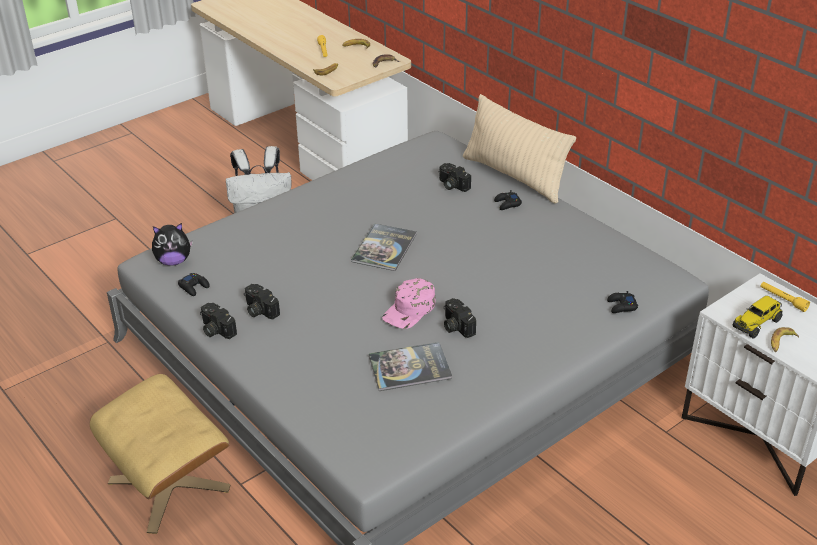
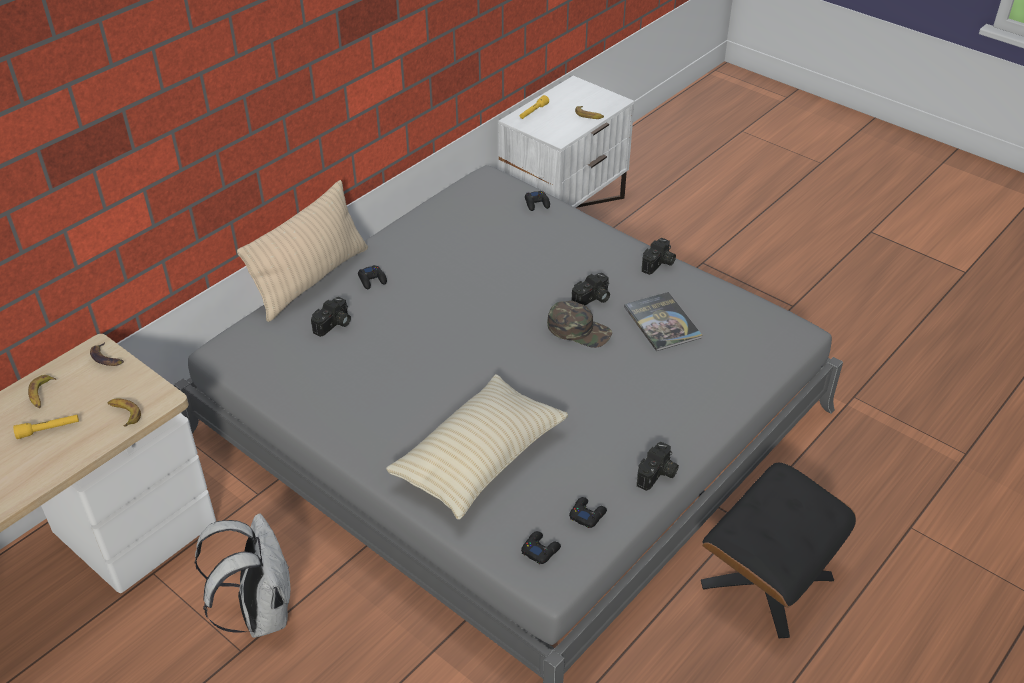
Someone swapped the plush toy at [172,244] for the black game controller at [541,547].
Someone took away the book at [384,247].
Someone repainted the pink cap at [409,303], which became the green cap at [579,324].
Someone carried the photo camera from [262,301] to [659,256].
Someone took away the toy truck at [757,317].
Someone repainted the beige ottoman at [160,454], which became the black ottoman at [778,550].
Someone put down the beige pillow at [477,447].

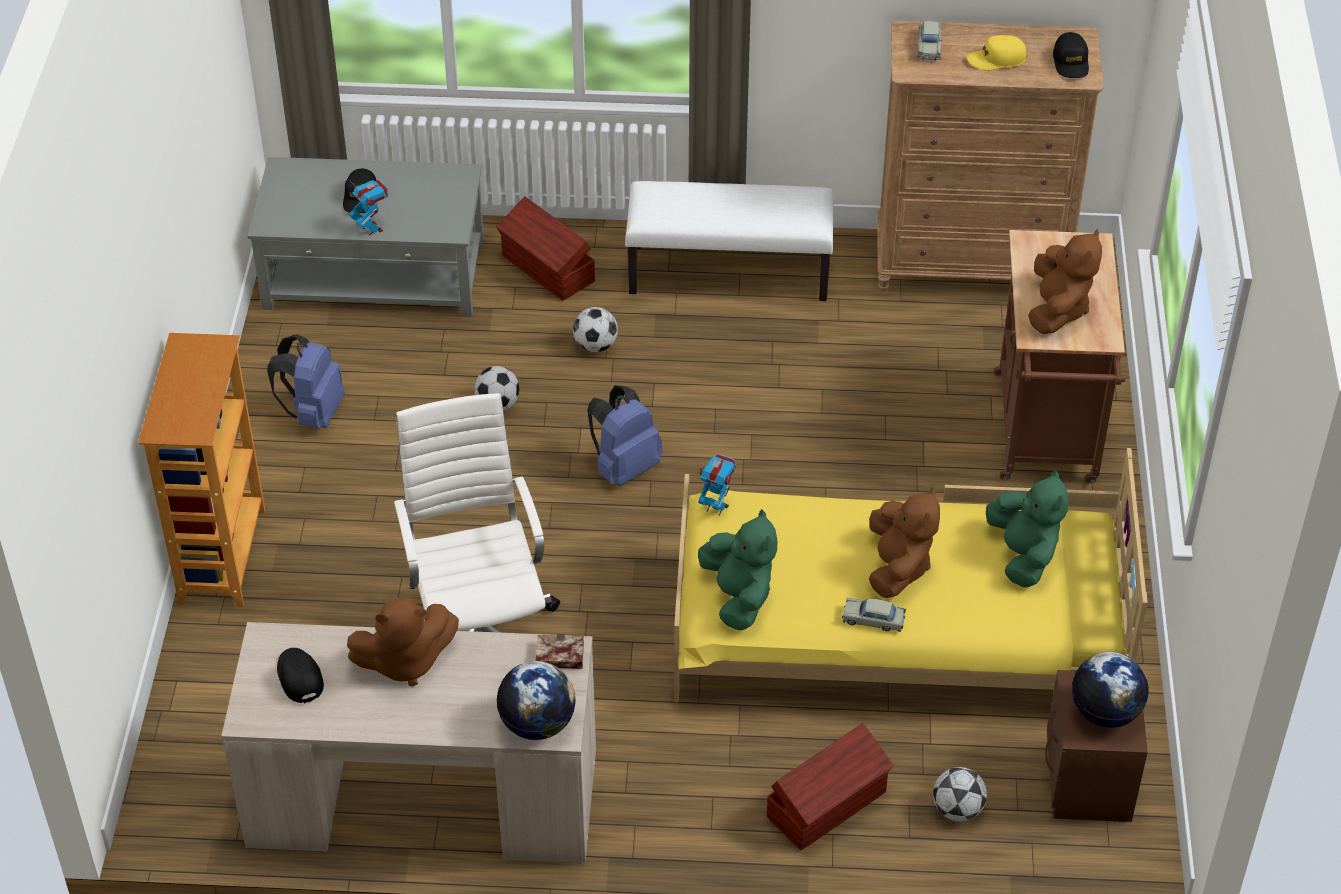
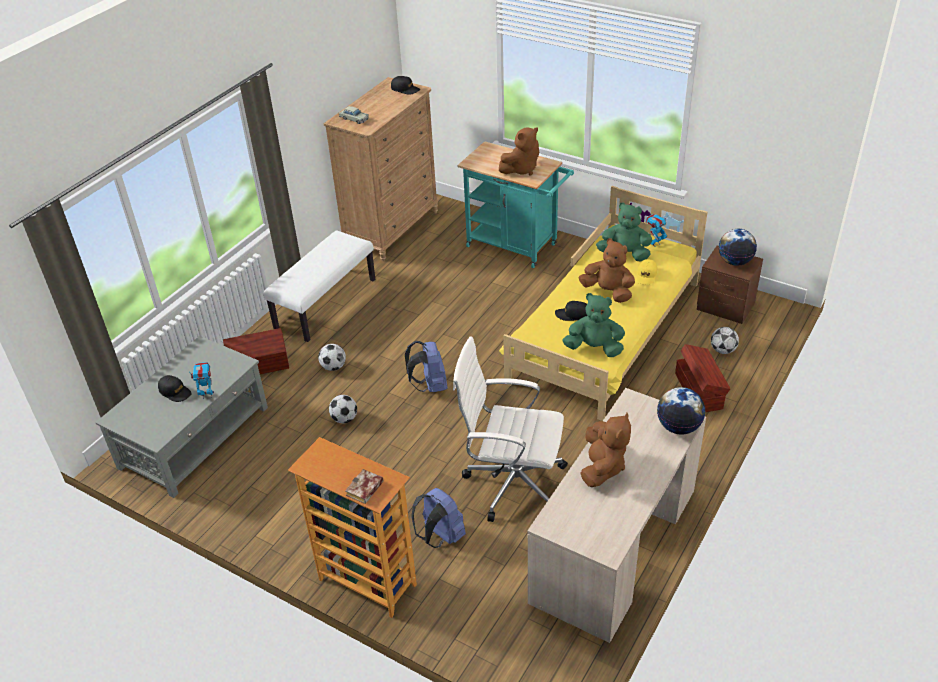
Someone carried the yellow cap from [997,53] to [646,272].
Someone rotated the brown plush toy at [1065,281] by 105 degrees clockwise.
Someone repainted the brown cart at [1060,357], which became the turquoise cart at [516,204].
Someone carried the blue backpack from [306,381] to [438,518].
Someone carried the toy robot from [717,485] to [656,230].
Someone took away the beige toy car at [874,615].
Someone carried the book from [559,651] to [364,486].
Someone carried the black cap from [300,676] to [571,311].

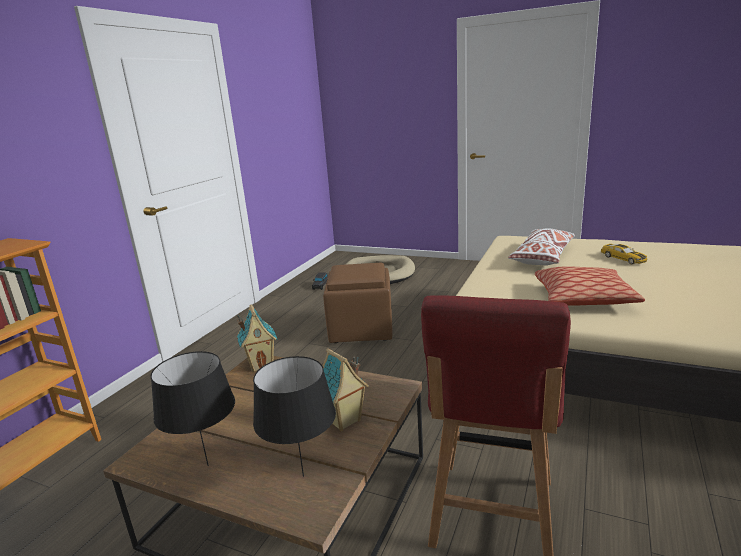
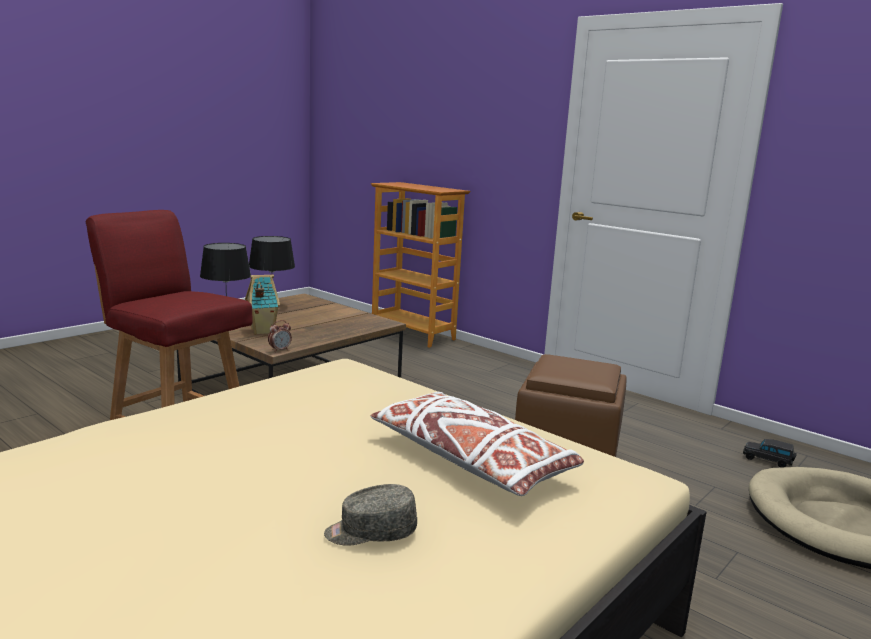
Someone swapped the toy car at [624,254] for the grey cap at [370,515].
Someone took away the pillow at [590,286].
Someone took away the toy house at [257,338].
Someone put down the alarm clock at [280,336].

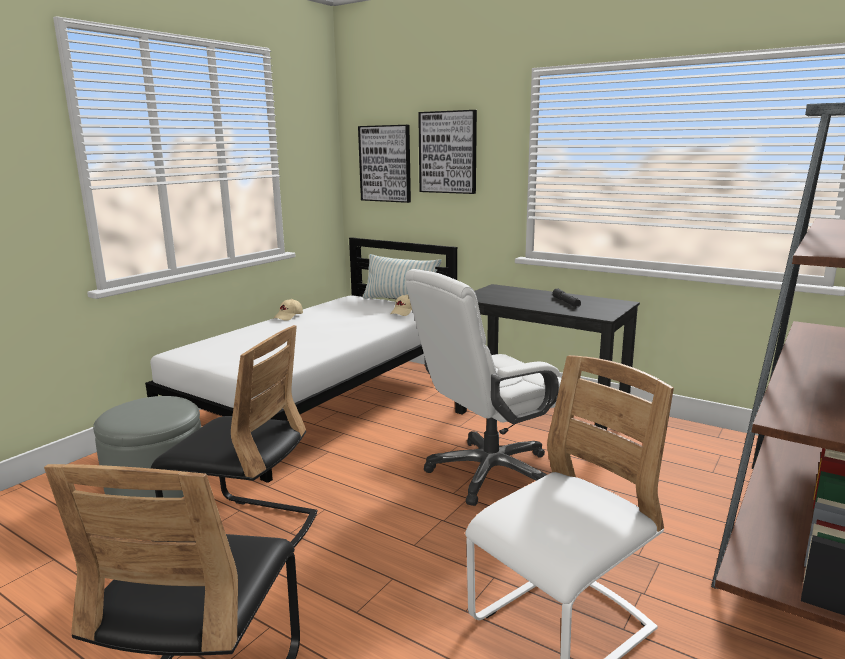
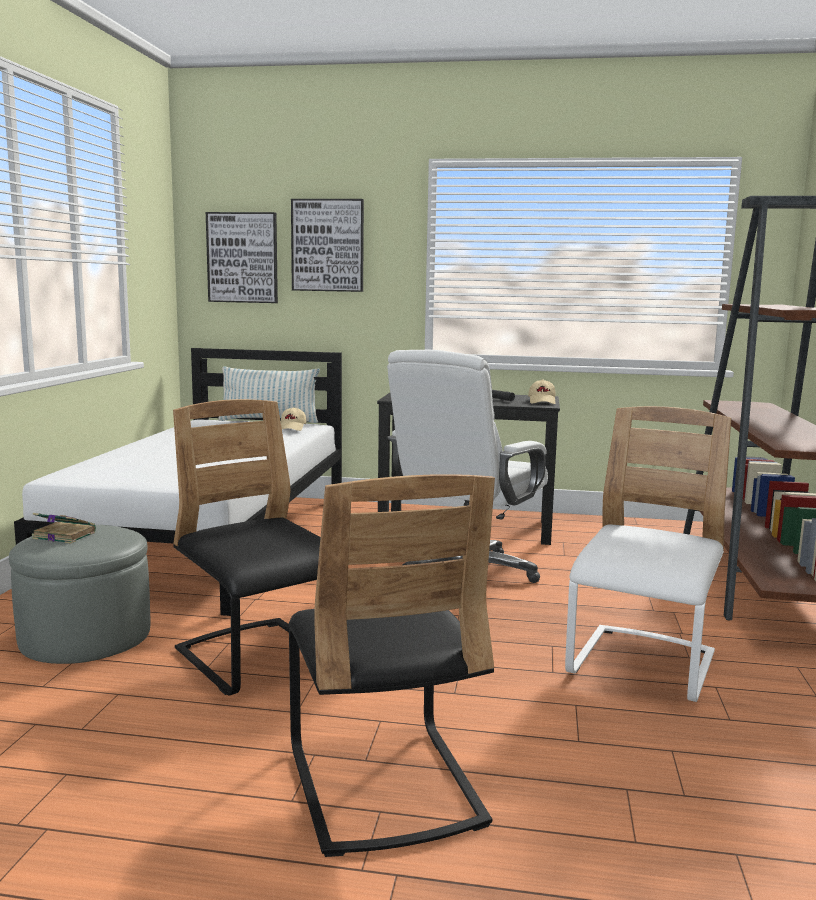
Someone carried the beige cap from [288,310] to [542,392].
Someone rotated the black chair at [234,436] by 120 degrees counterclockwise.
Someone put down the book at [64,528].

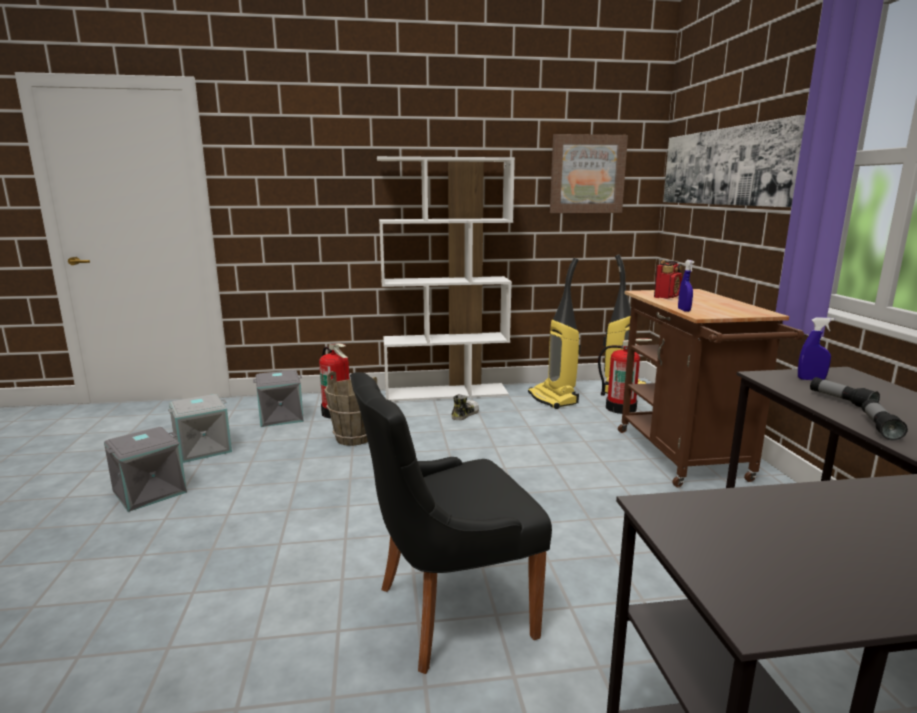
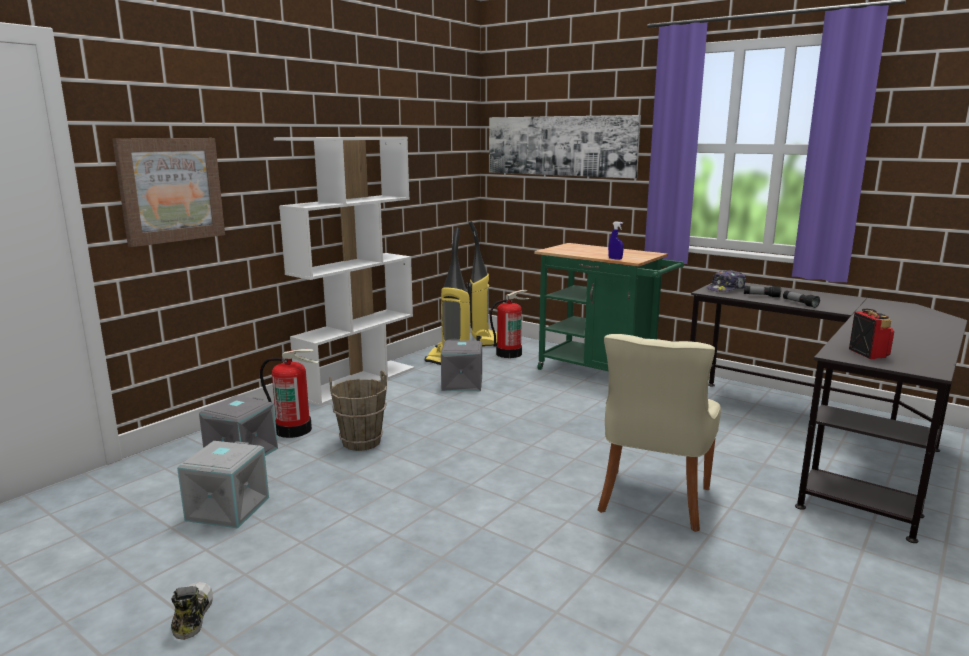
Someone carried the picture from [589,173] to [168,192].
Someone carried the radio from [668,279] to [871,334].
Someone repainted the brown cart at [711,388], which became the green cart at [609,307].
Someone swapped the blue spray bottle at [816,348] for the cap at [726,281].
Someone repainted the black chair at [451,523], which became the beige chair at [659,433].
Someone carried the shoe from [465,407] to [192,611].
Someone carried the grey storage box from [145,469] to [461,365].

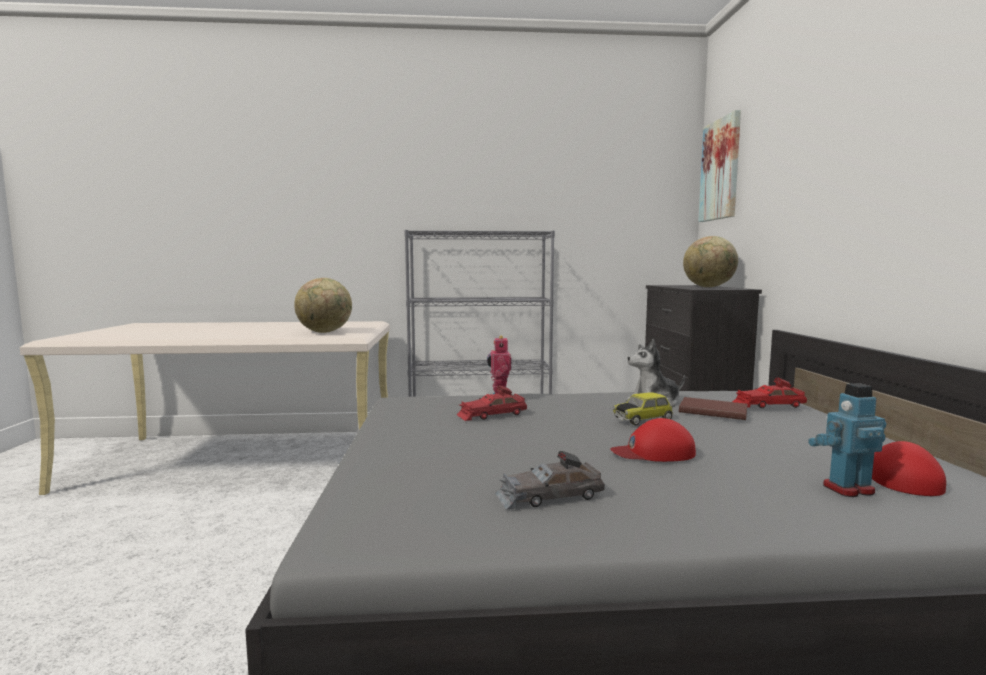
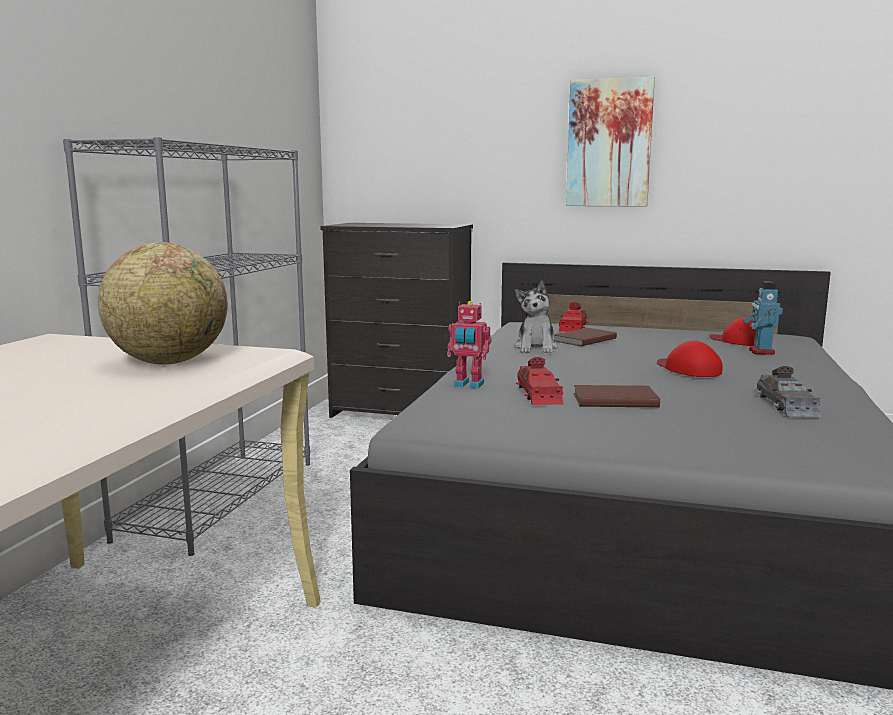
Someone carried the picture from [719,166] to [610,142].
Someone took away the globe at [710,261].
Someone took away the toy car at [643,408].
Someone rotated the red cap at [653,440] by 135 degrees clockwise.
Someone put down the brown book at [616,396].

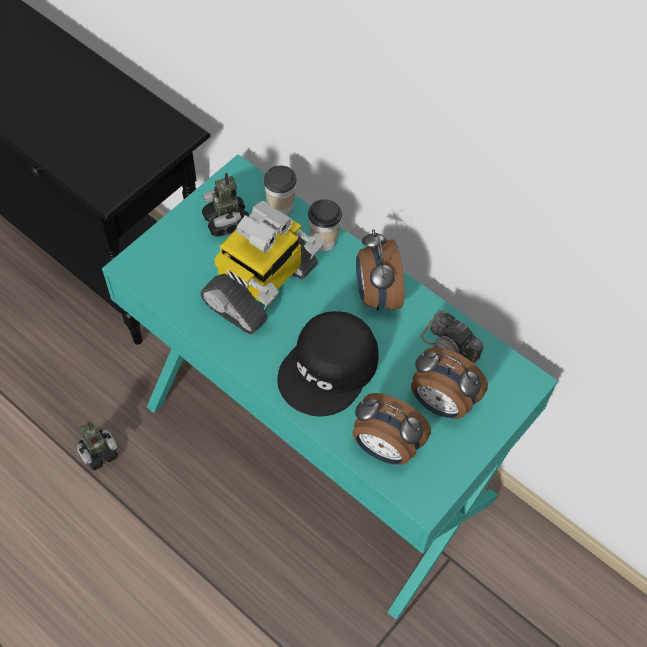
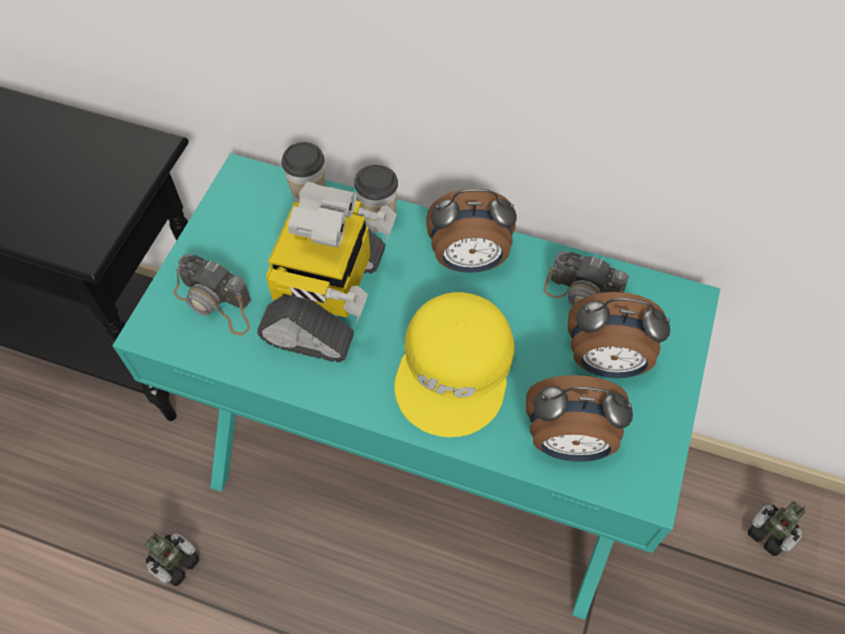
Someone carried the toy robot from [225,204] to [777,529].
Someone rotated the alarm clock at [380,270] by 60 degrees counterclockwise.
Someone repainted the black cap at [328,364], which became the yellow cap at [454,364].
Someone put down the photo camera at [212,294].

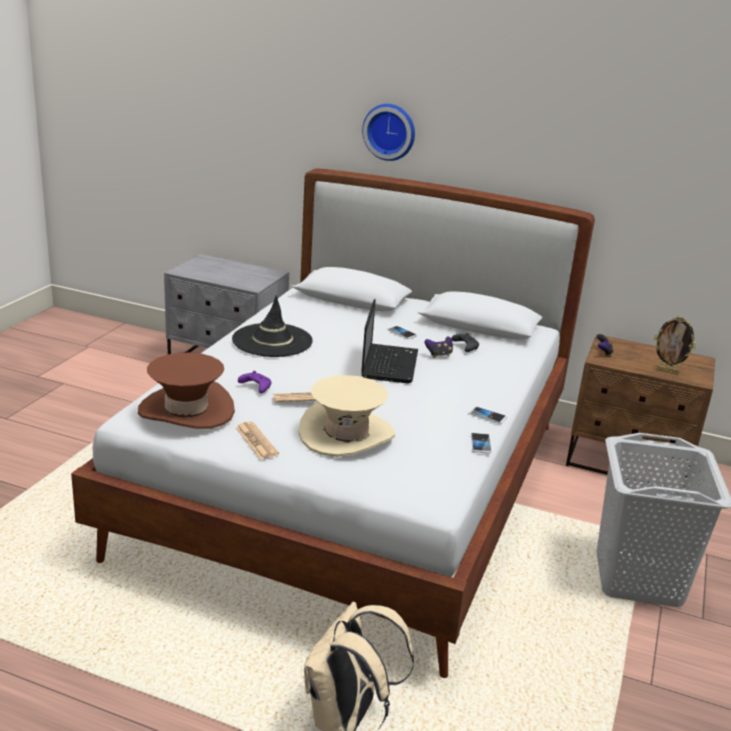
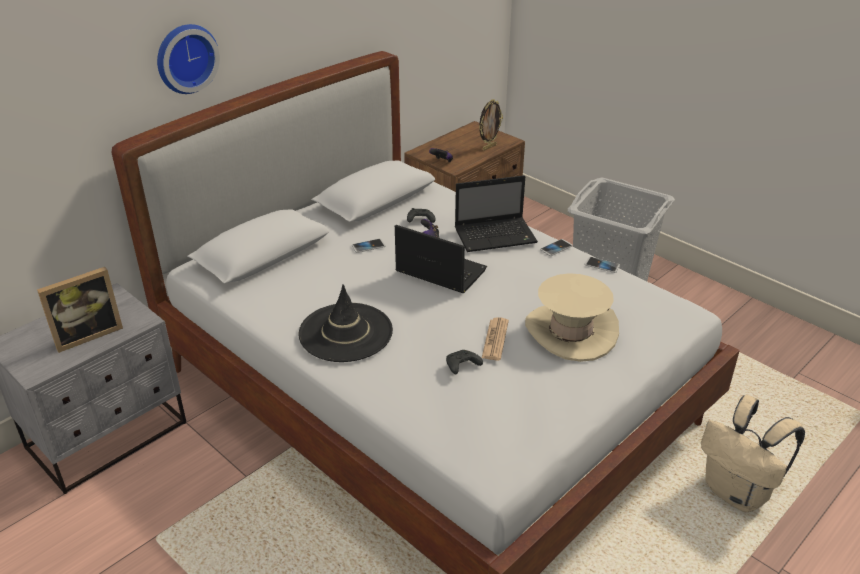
Someone took away the brown hat at [186,390].
Someone repainted the purple game controller at [255,382], which became the black game controller at [464,362].
Someone took away the newspaper at [257,440].
Someone put down the laptop at [496,213].
Someone put down the picture frame at [80,310].

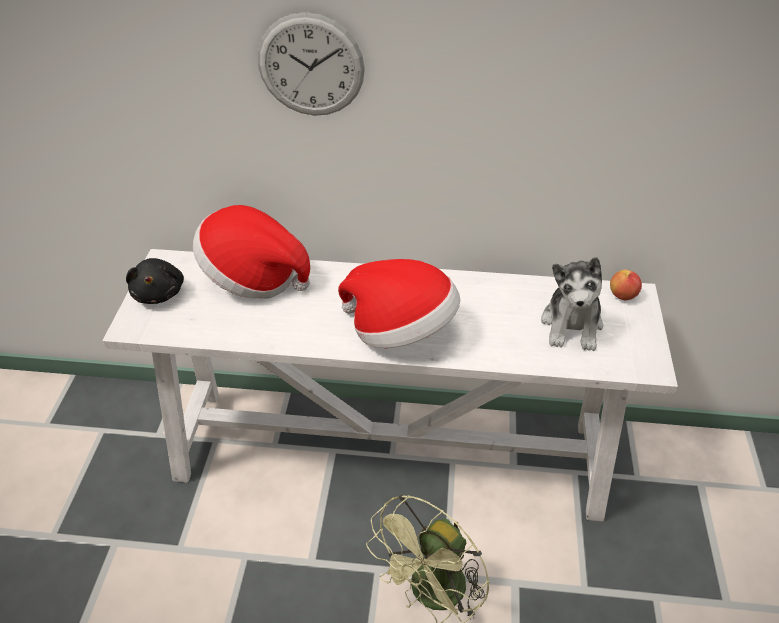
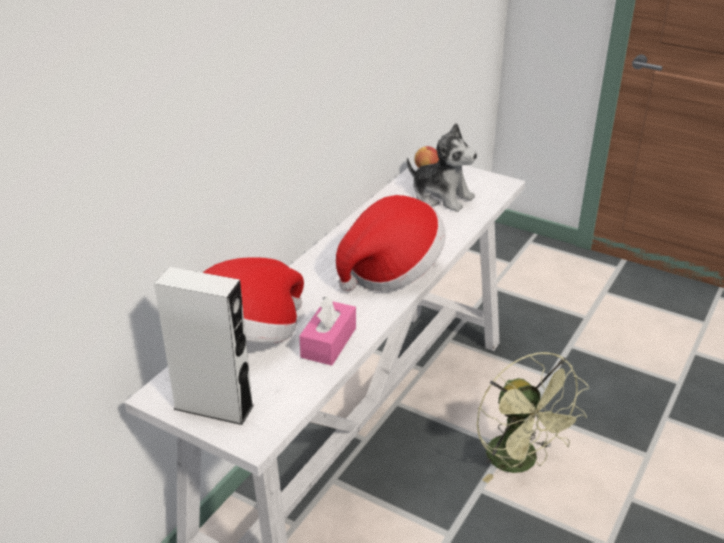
Someone took away the wall clock at [311,64].
Someone swapped the black plush toy at [155,281] for the white speaker at [204,346].
Someone put down the pink tissue box at [327,331].

